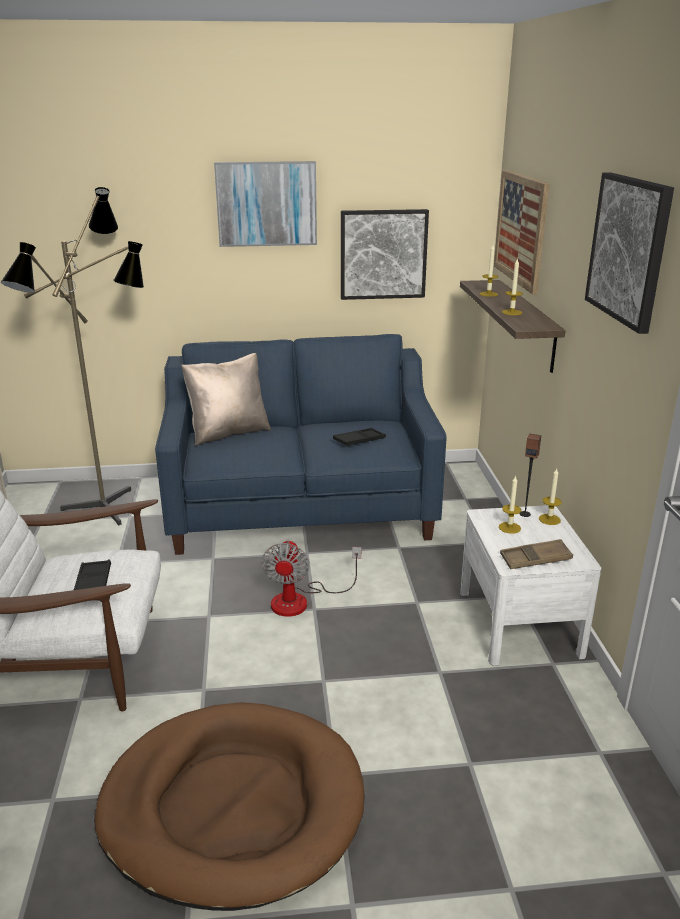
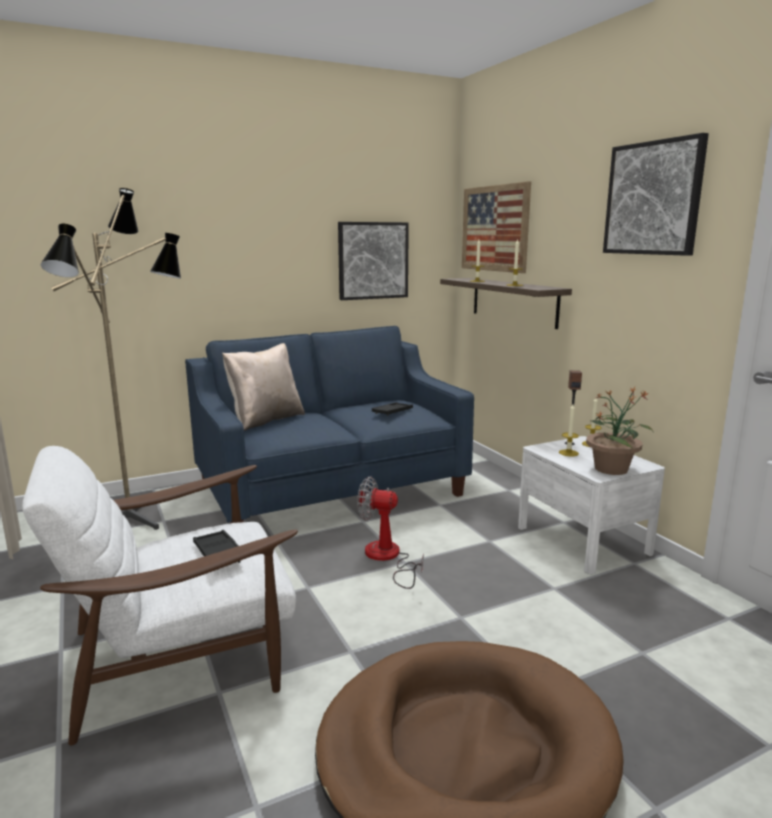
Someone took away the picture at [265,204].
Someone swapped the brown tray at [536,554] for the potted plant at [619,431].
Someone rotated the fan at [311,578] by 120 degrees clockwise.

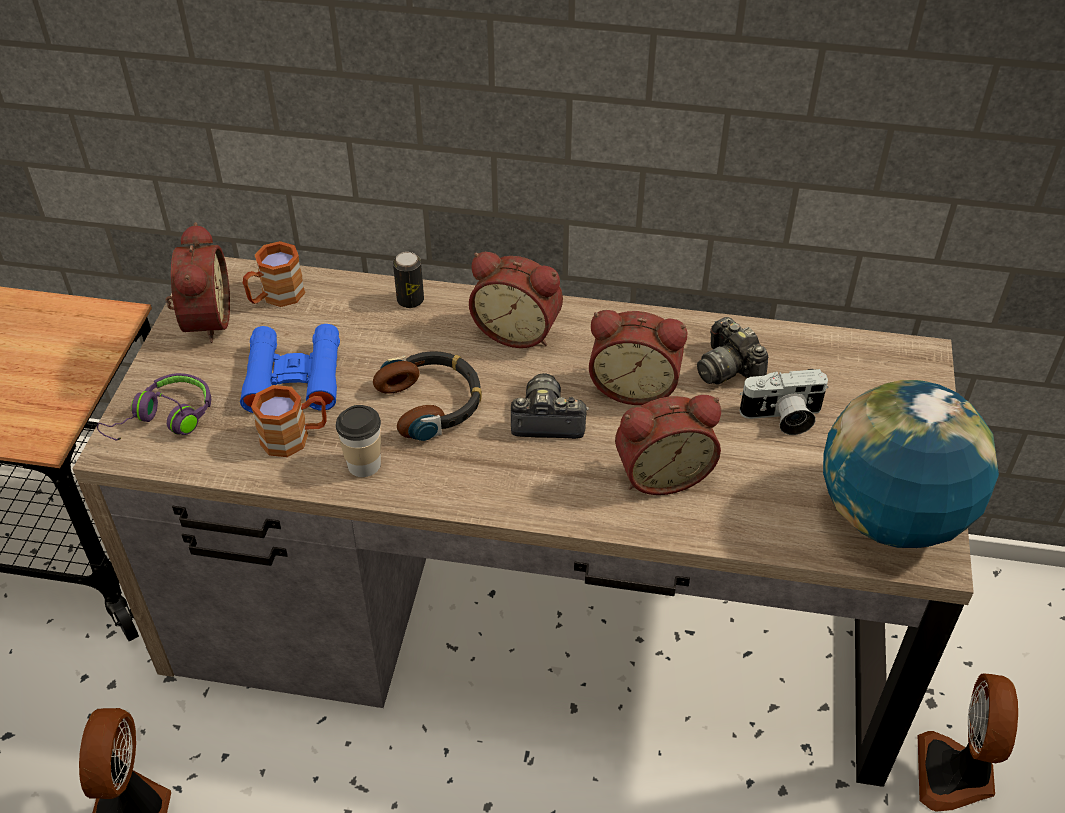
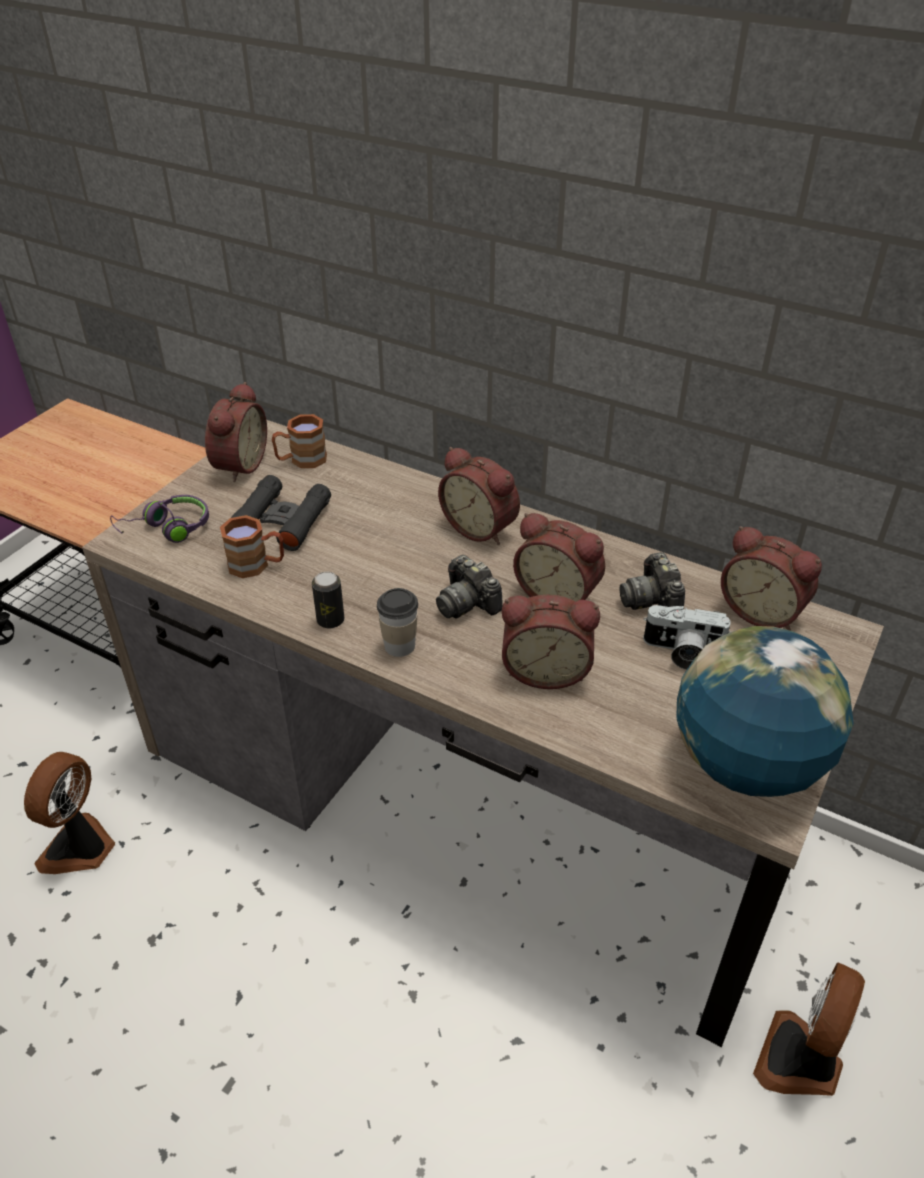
Someone carried the can from [408,280] to [328,600].
Someone repainted the blue binoculars at [290,368], which became the black binoculars at [281,513].
Someone took away the headphones at [427,396].
Someone rotated the photo camera at [550,406] by 150 degrees counterclockwise.
Someone carried the cup from [358,441] to [397,622].
Someone put down the alarm clock at [771,578].

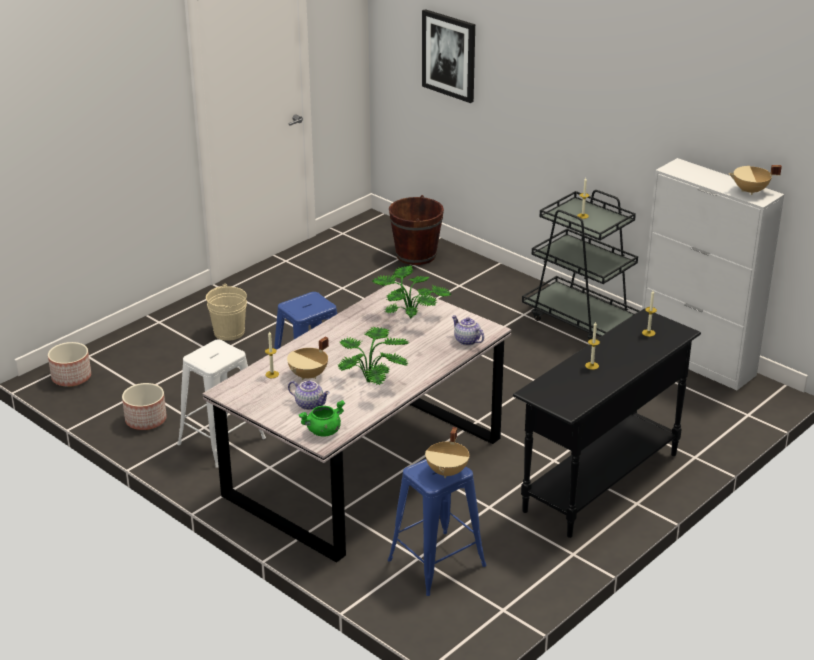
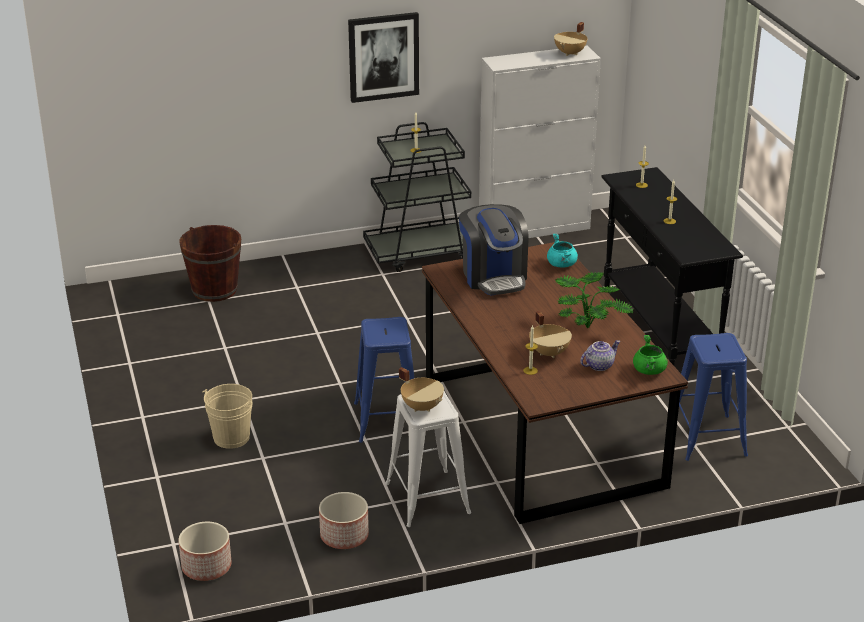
Someone carried the picture from [448,56] to [383,57].
Someone swapped the potted plant at [411,291] for the coffee machine at [494,249].
Someone repainted the grey dining table at [357,422], which became the brown dining table at [555,382].
Someone swapped the teapot at [468,330] for the turquoise cooking pot at [562,250].
Someone carried the beige cooking pot from [447,452] to [421,389].

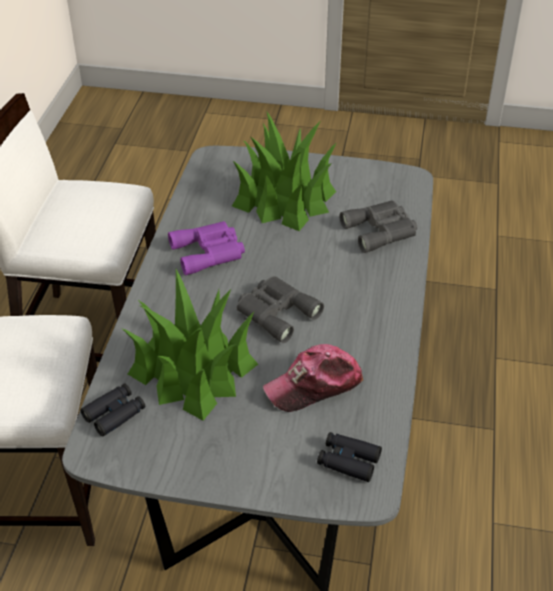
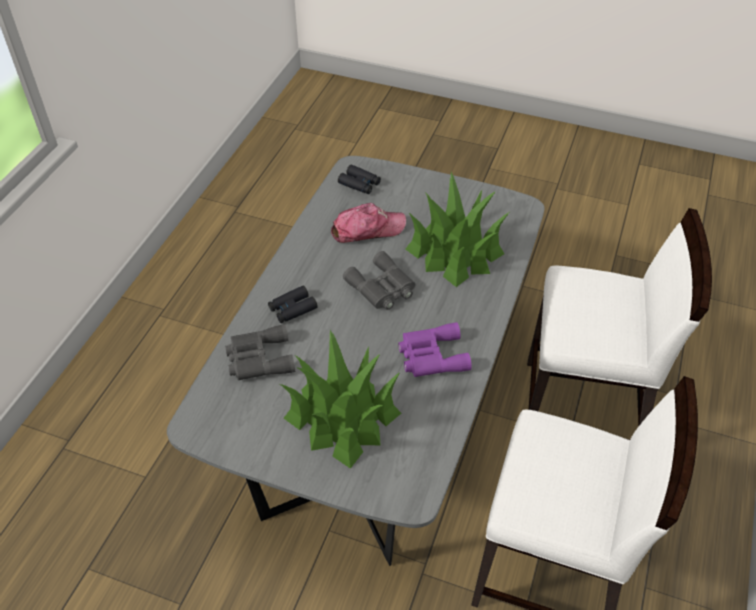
Someone carried the black binoculars from [112,409] to [293,304].

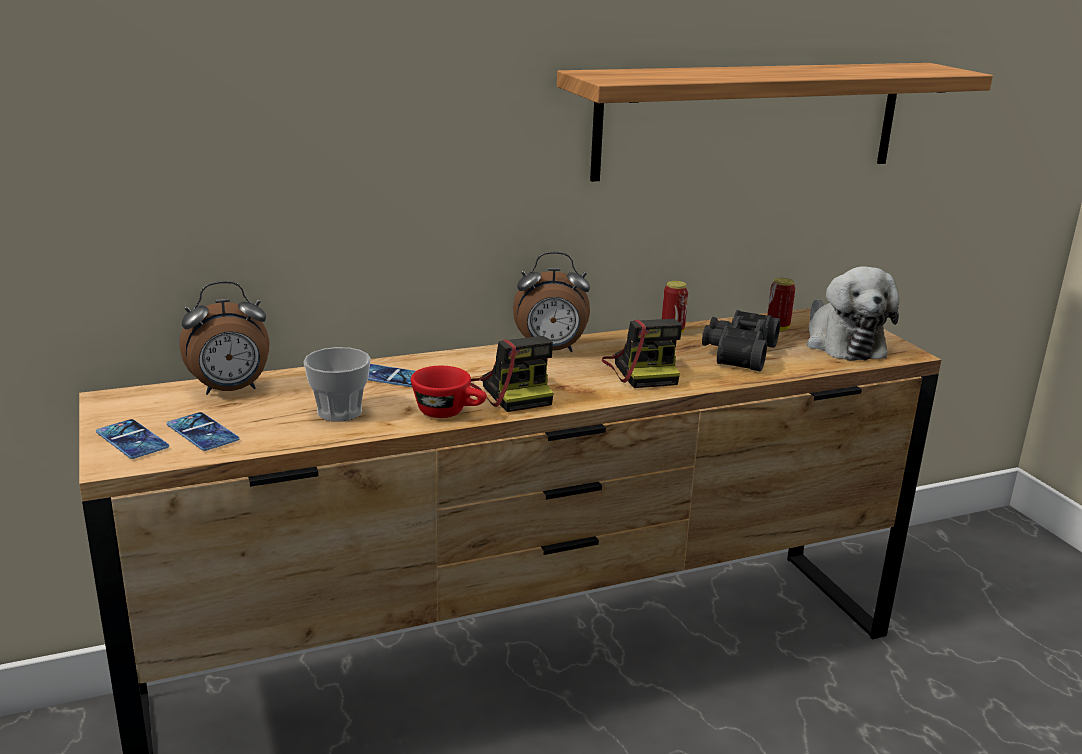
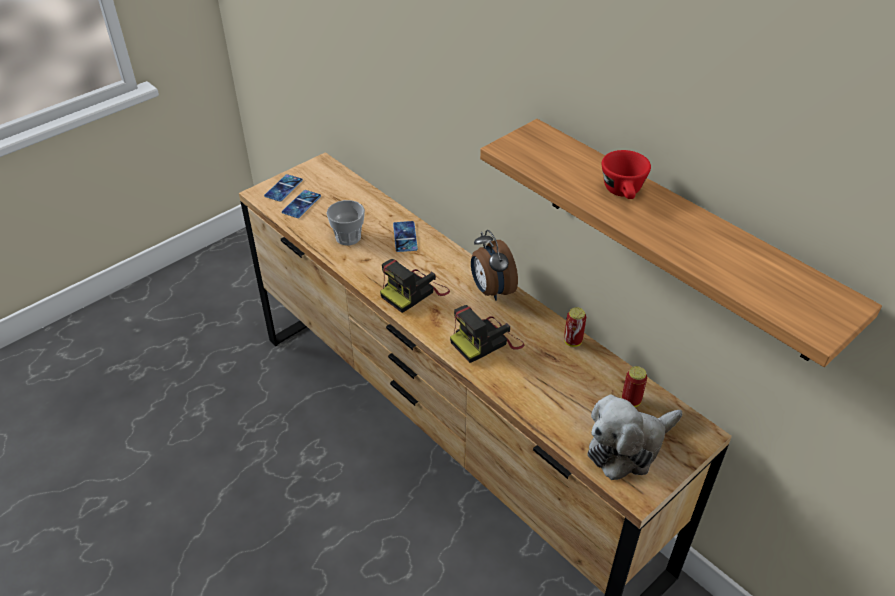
Someone took away the alarm clock at [224,338].
Someone took away the black binoculars at [741,340].
Someone carried the red cup from [449,392] to [626,174].

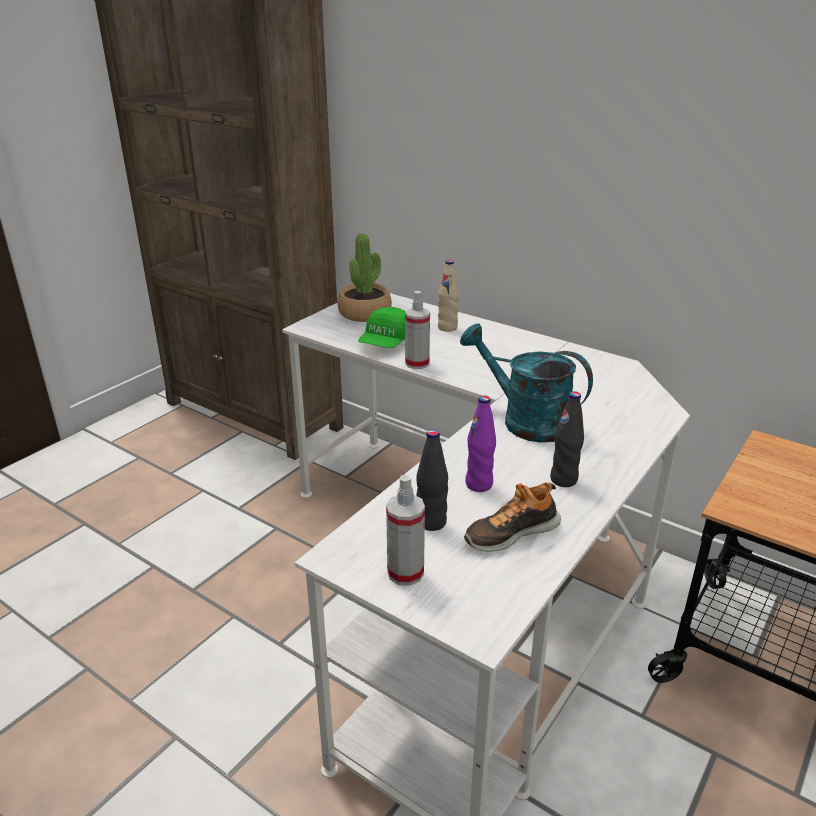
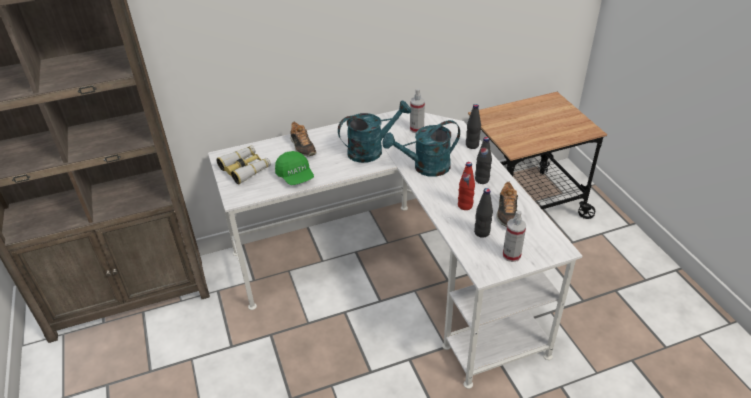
Someone swapped the potted plant at [364,277] for the binoculars at [244,164].
Someone swapped the beige bottle at [448,296] for the shoe at [303,139].
Someone carried the spray bottle from [417,330] to [417,111].
Someone repainted the purple bottle at [480,444], which became the red bottle at [466,186].
Someone put down the turquoise watering can at [374,131].
Someone put down the black bottle at [473,126].

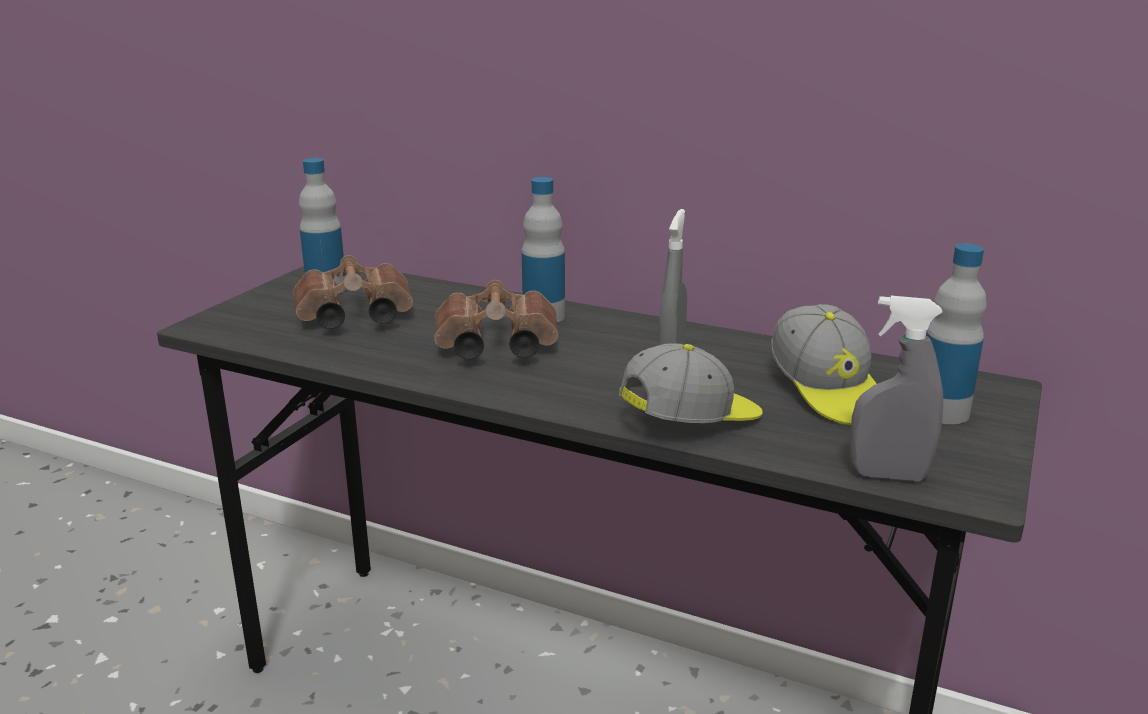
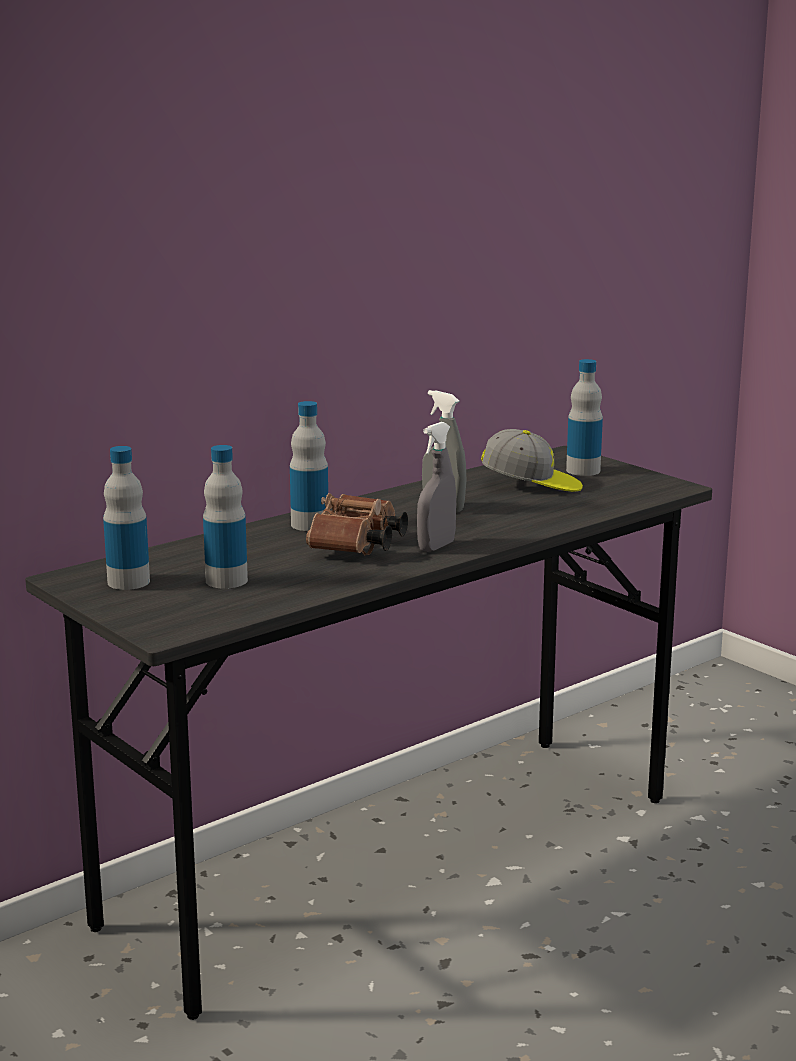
Someone swapped the brown binoculars at [353,292] for the bottle at [225,517].
Someone carried the grey spray bottle from [896,388] to [436,487].
Someone took away the cap at [691,383].

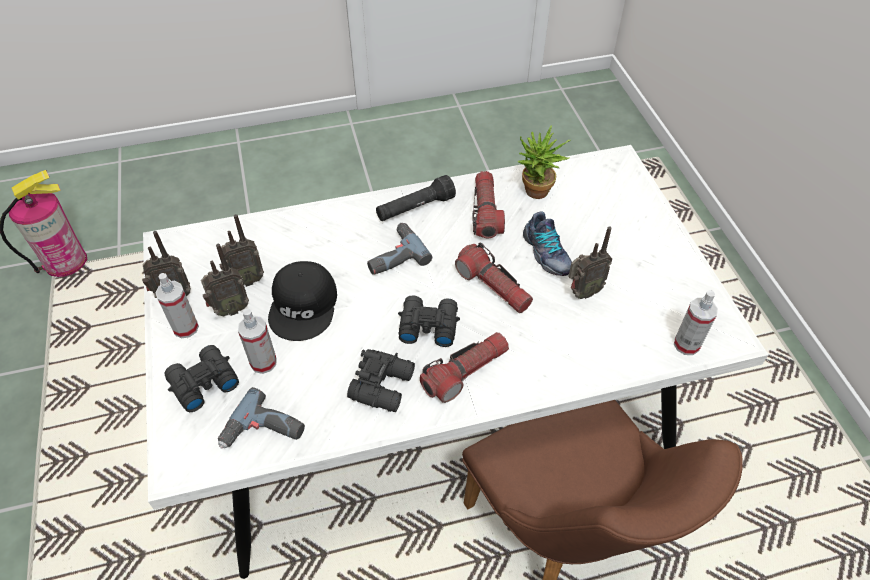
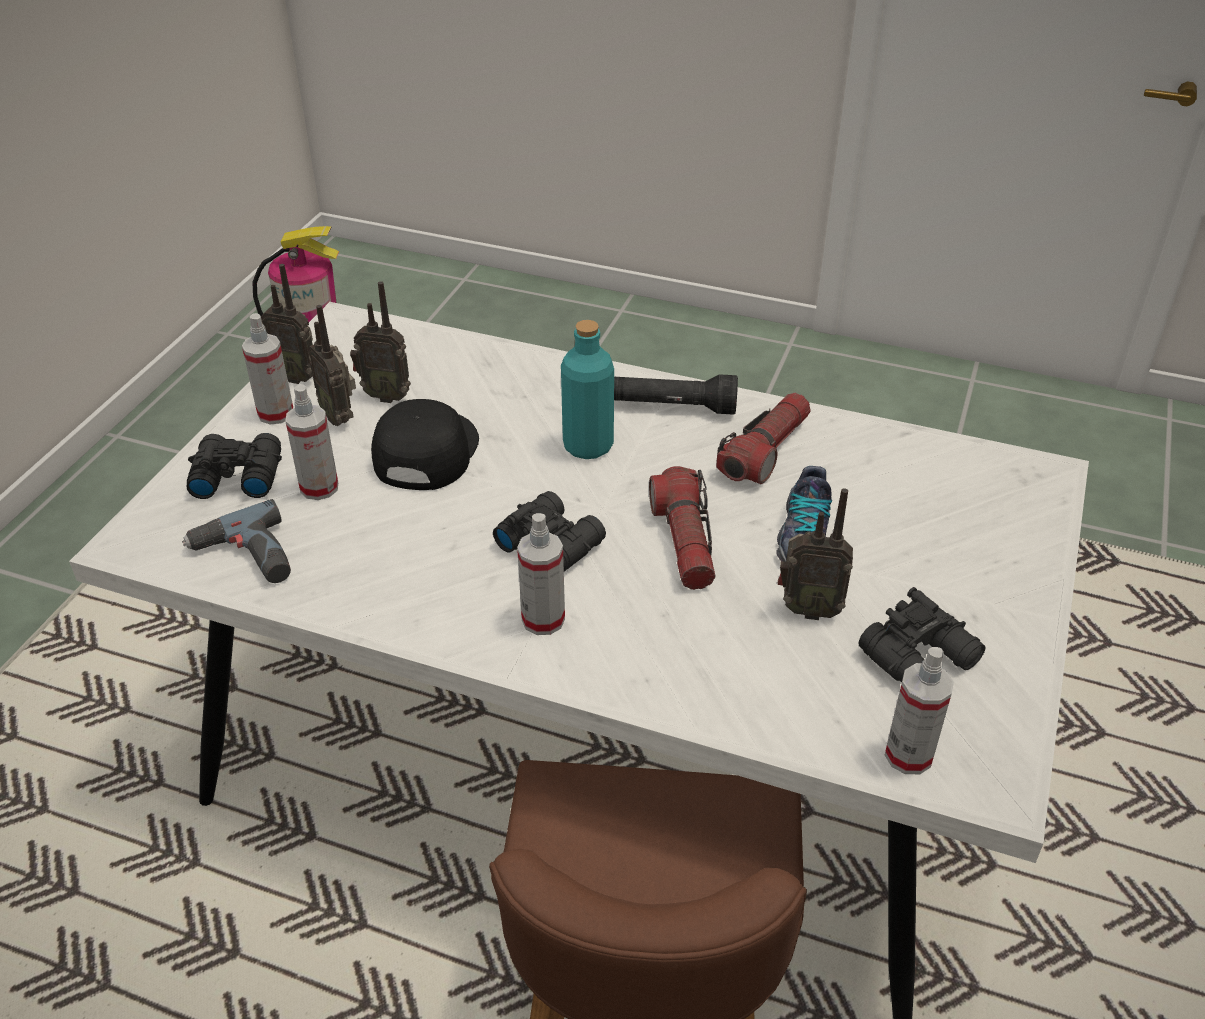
Someone took away the potted plant at [544,162].
Someone swapped the power drill at [399,249] for the turquoise bottle at [587,389].
Someone rotated the radio at [225,280] by 45 degrees clockwise.
Someone rotated the black cap at [302,301] by 150 degrees clockwise.
Someone swapped the flashlight at [464,367] for the spray bottle at [541,574].
Someone carried the black binoculars from [381,380] to [921,634].

